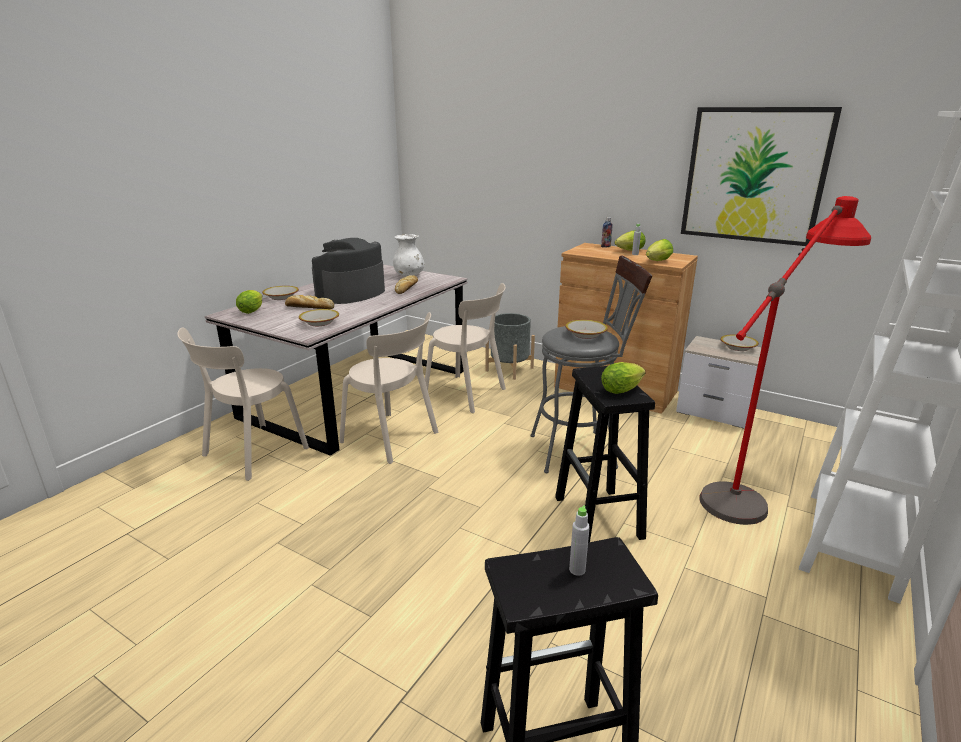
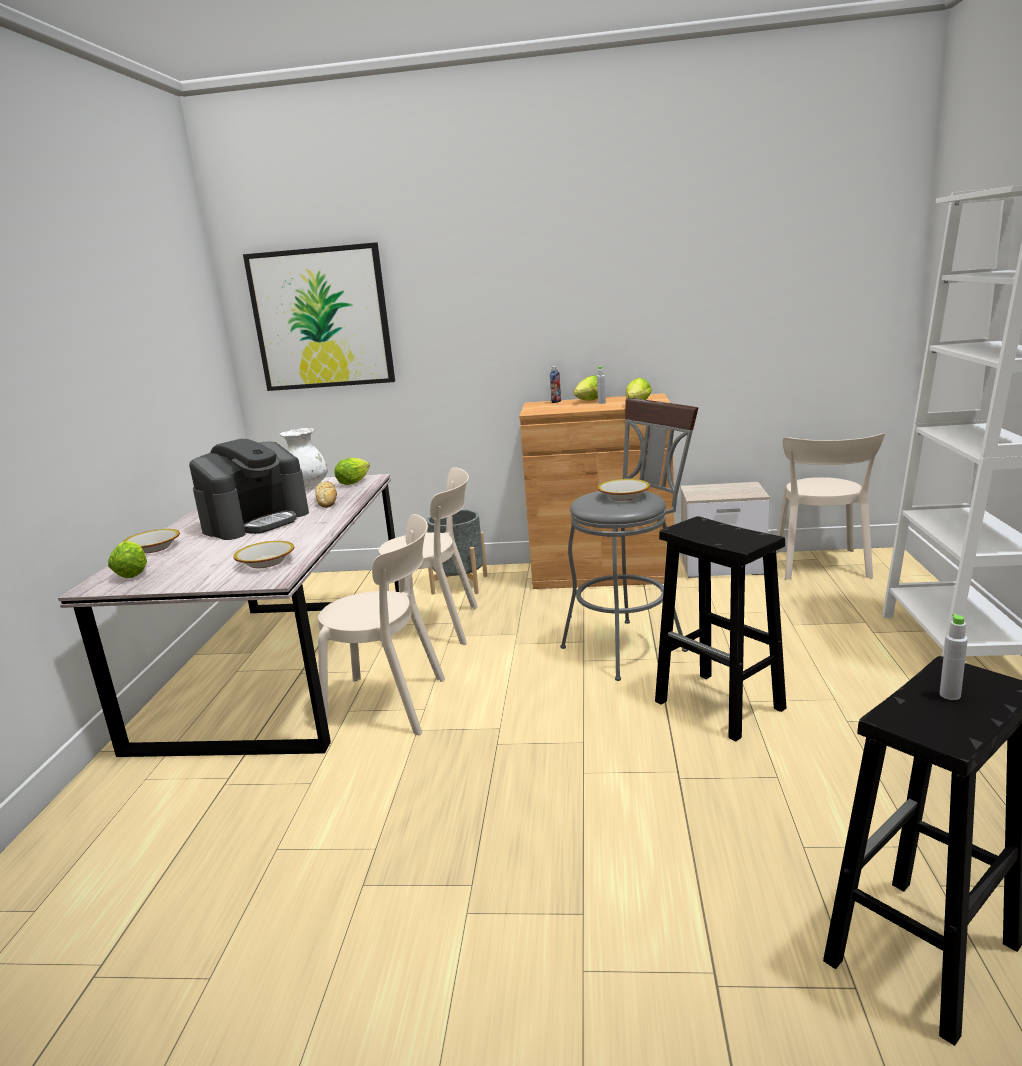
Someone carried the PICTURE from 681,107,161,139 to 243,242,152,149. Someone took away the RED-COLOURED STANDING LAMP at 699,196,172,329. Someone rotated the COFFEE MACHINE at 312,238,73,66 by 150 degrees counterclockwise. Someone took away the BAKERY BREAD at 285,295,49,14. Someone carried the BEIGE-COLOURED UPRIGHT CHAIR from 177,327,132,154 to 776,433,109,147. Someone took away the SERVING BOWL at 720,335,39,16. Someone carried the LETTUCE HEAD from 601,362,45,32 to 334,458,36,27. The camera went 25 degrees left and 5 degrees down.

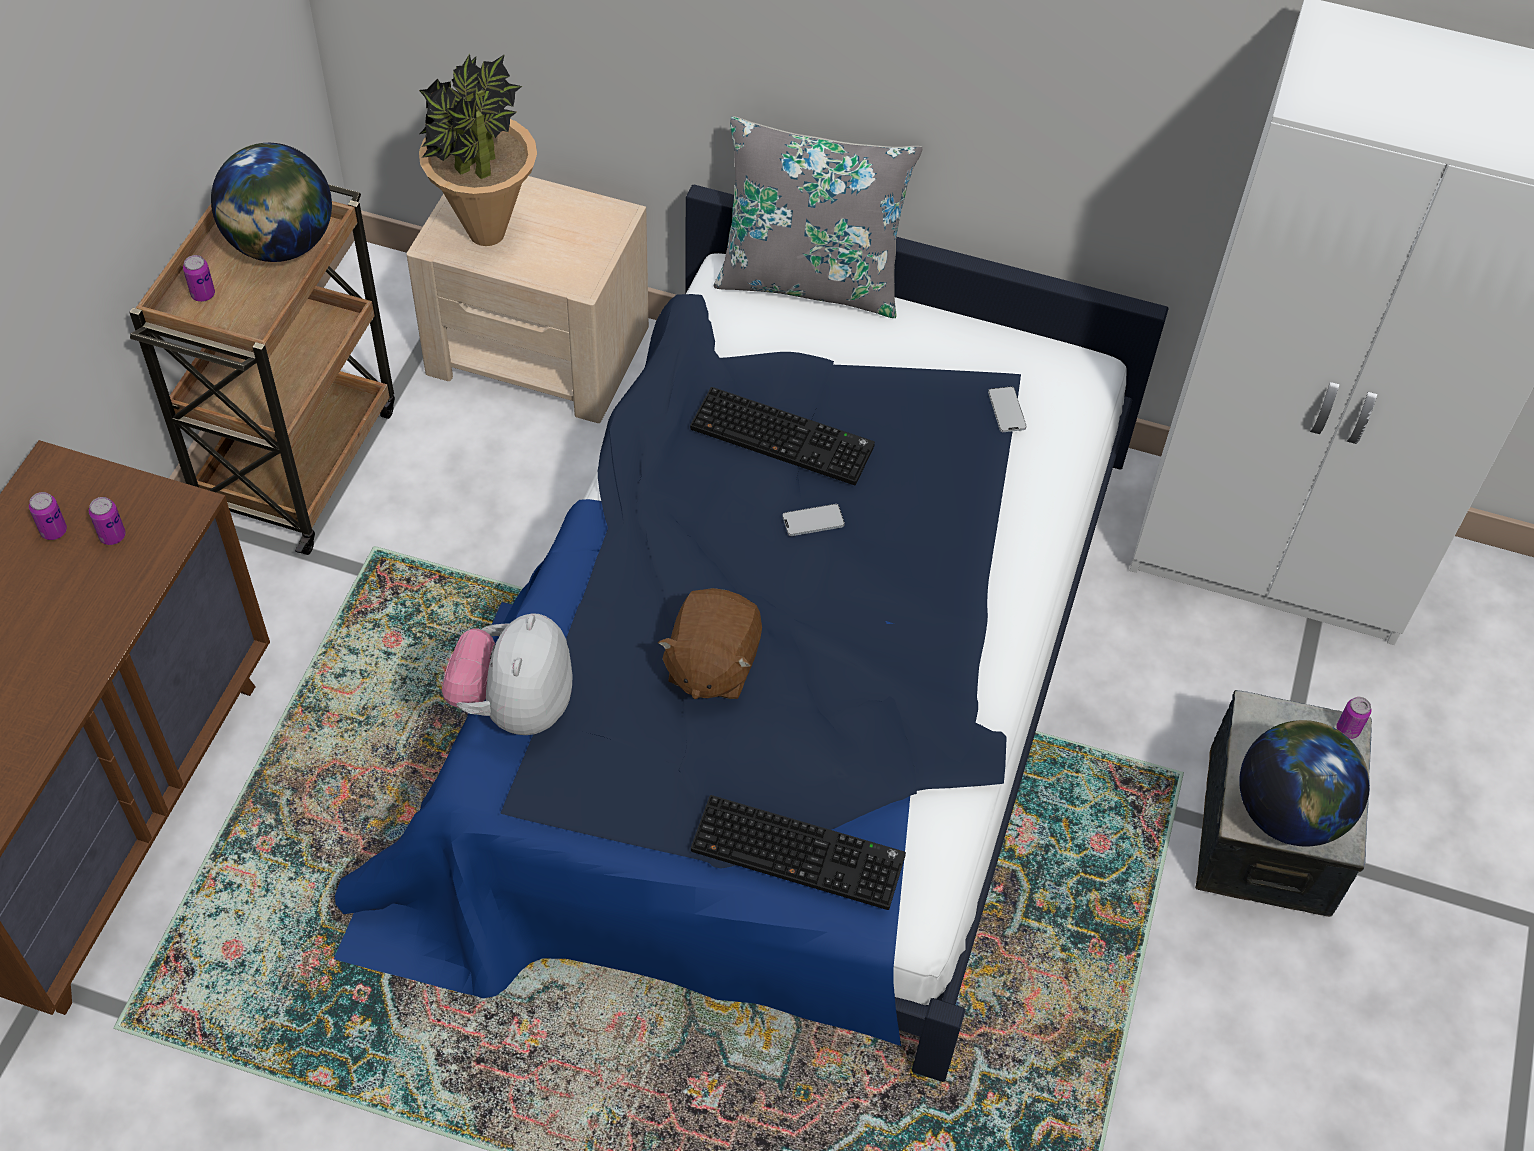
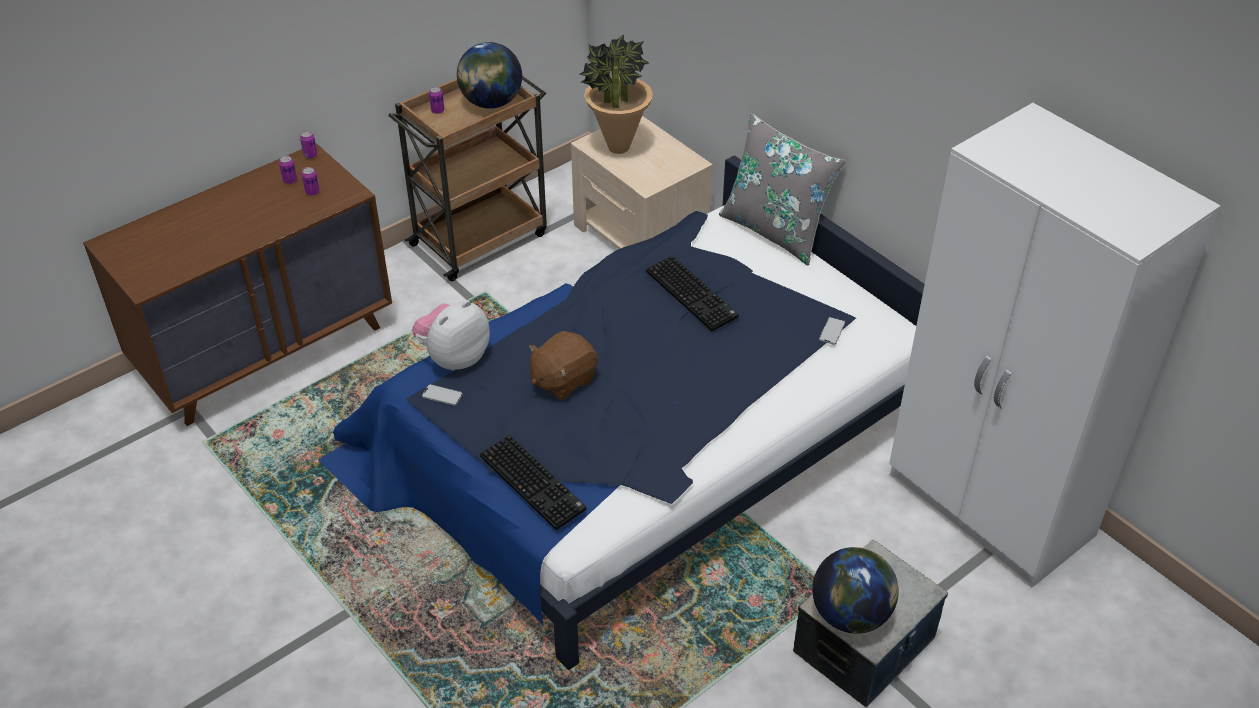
Someone carried the HANDSET from 782,504,63,32 to 422,384,41,22. Someone carried the METAL CAN from 1336,697,36,42 to 300,131,17,28. The camera went 35 degrees right and 10 degrees down.

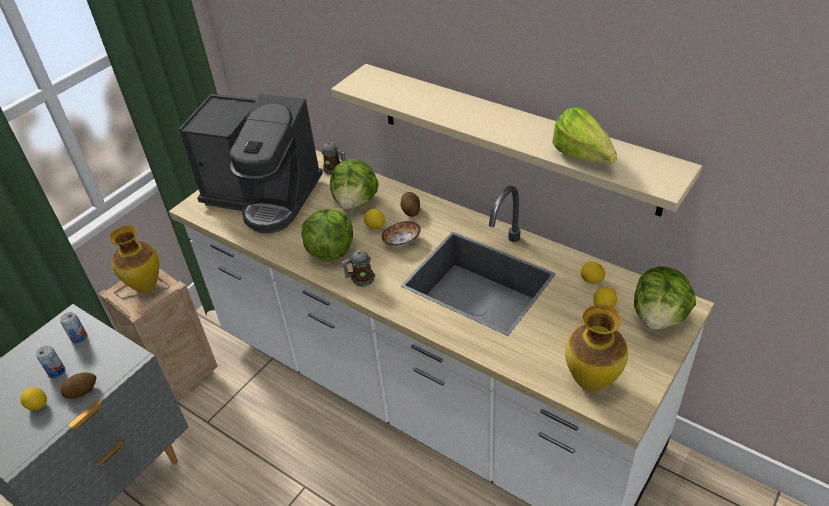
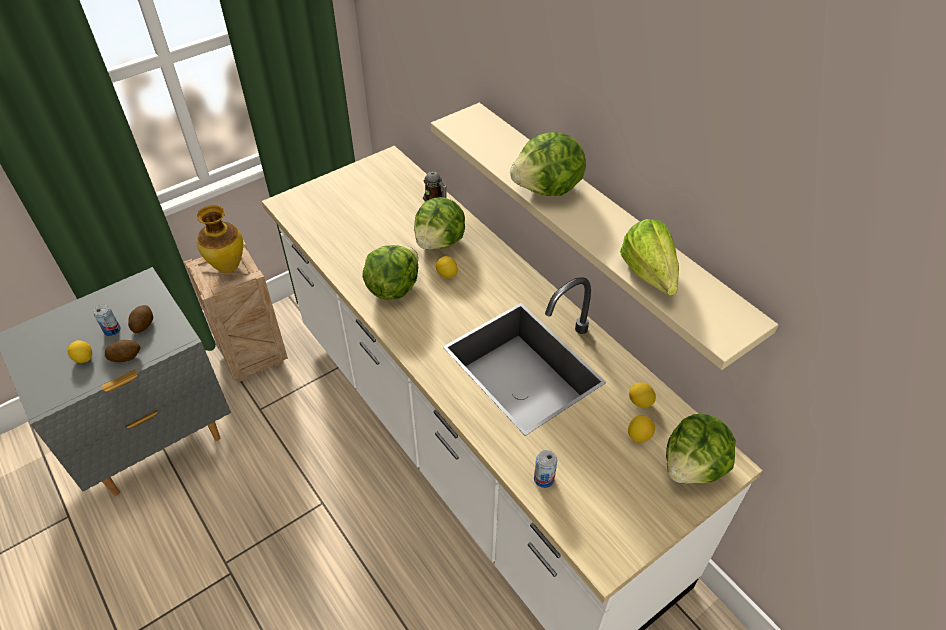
Someone took away the COFFEE MACHINE at 179,94,144,139. Someone carried the POTATO from 400,192,20,25 to 128,305,25,28. Someone took away the SERVING BOWL at 382,221,39,25. Someone took away the TEA MUG at 341,250,34,37. Someone took away the FLOWER VASE at 565,304,63,88. Someone carried the METAL CAN from 60,312,27,32 to 534,450,23,38. Someone put down the LETTUCE HEAD at 510,132,76,64. The camera went 15 degrees right and 5 degrees up.

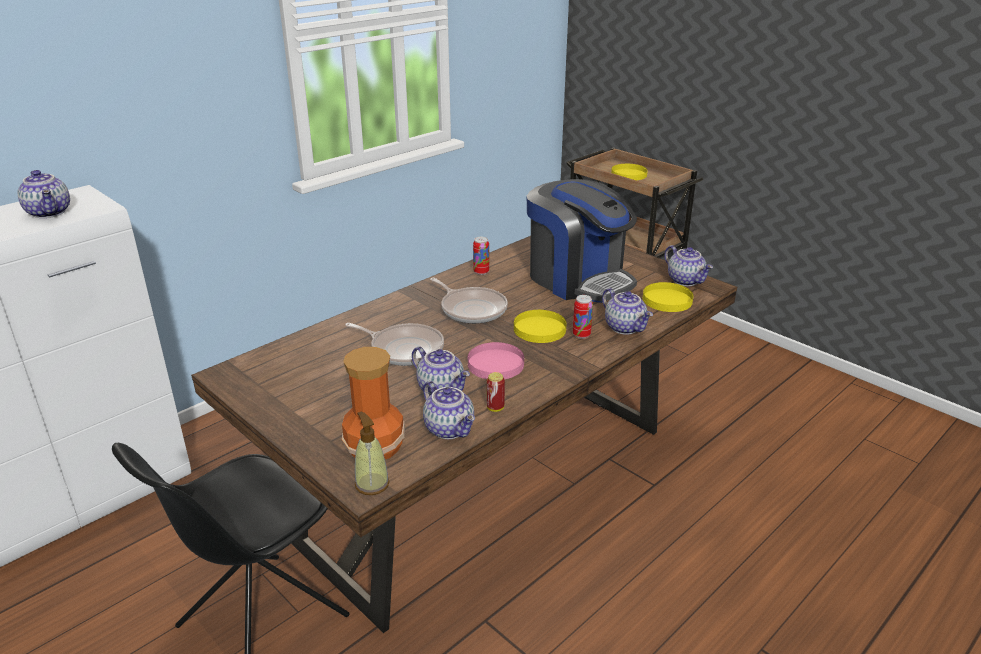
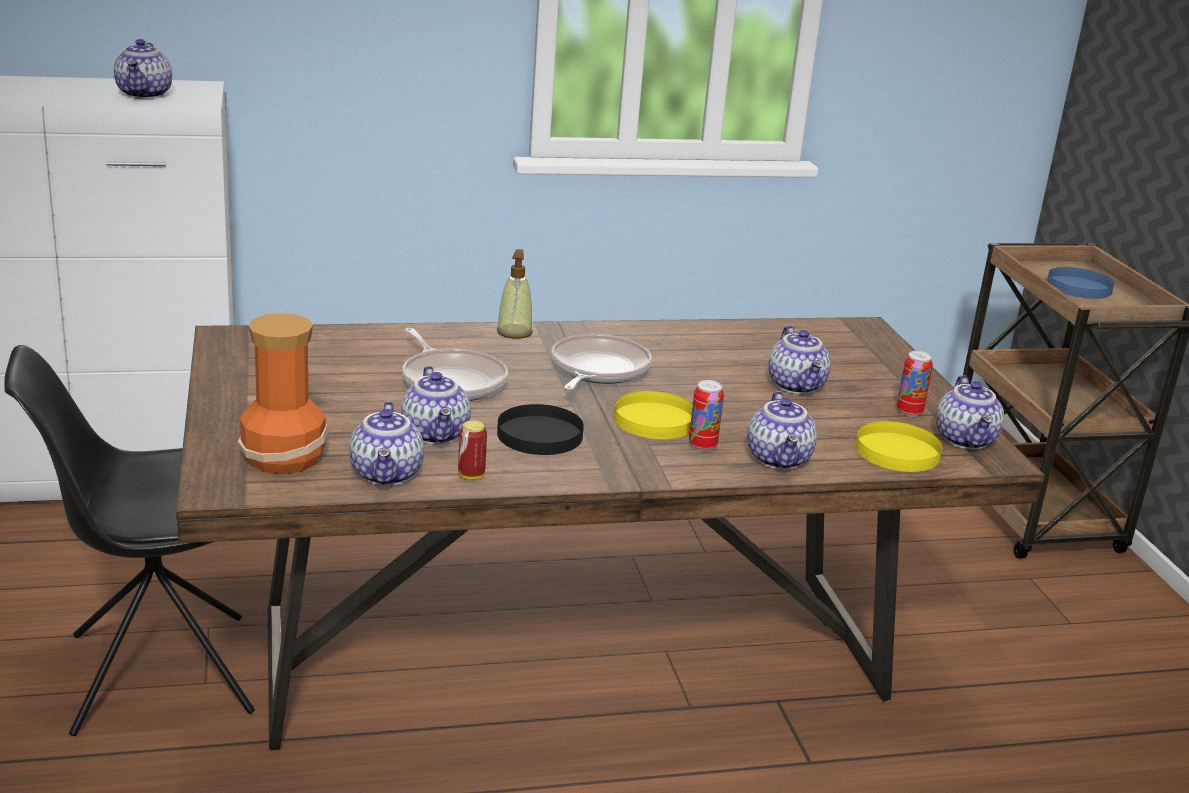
Someone repainted the YELLOW-COLOURED FLAT DISH at 611,164,37,16, which became the BLUE FLAT DISH at 1047,267,67,32. Someone swapped the COFFEE MACHINE at 526,179,111,124 for the POT FOR TEA at 768,326,63,68. Someone carried the METAL CAN from 473,237,16,38 to 897,351,36,66. Someone rotated the PAN at 430,278,78,46 by 150 degrees counterclockwise. Someone repainted the PINKISH FLAT DISH at 468,342,56,37, which became the BLACK FLAT DISH at 497,404,87,51. Someone carried the SOAP BOTTLE from 355,412,35,83 to 497,249,36,90. The camera went 30 degrees right and 5 degrees down.

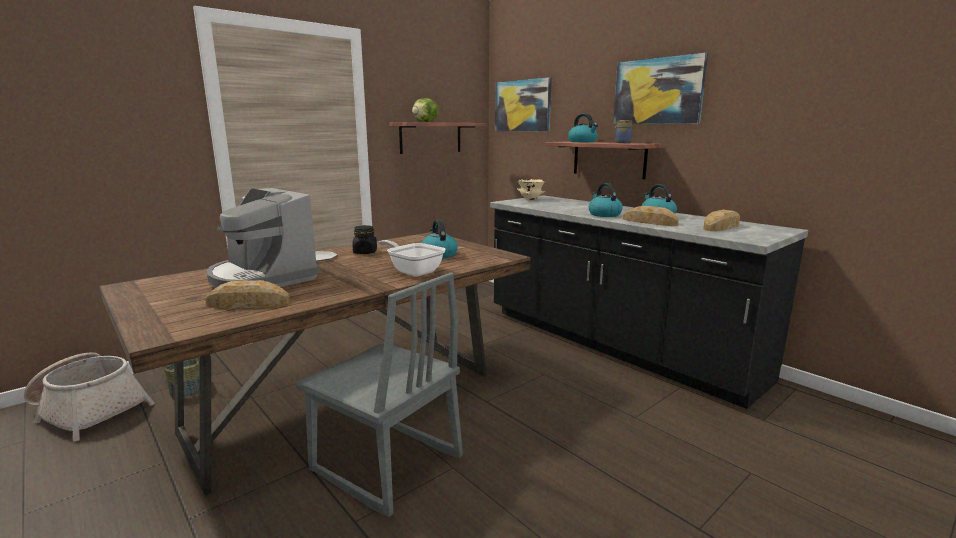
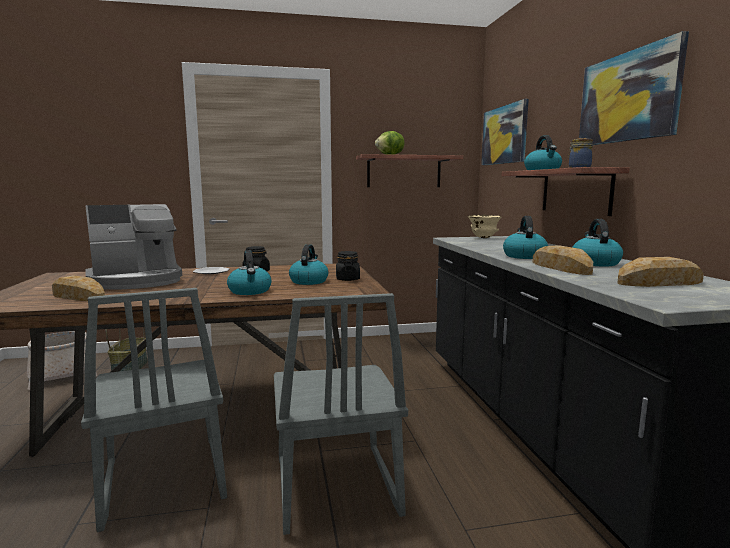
Someone rotated the COFFEE MACHINE at 206,188,114,100 by 105 degrees counterclockwise. Someone swapped the PAN at 378,240,68,36 for the TEA KETTLE at 227,250,44,45. Someone put down the BLACK PRESERVE JAR at 336,251,24,30. Someone put down the GREYISH UPRIGHT CHAIR at 274,293,134,242. The camera went 30 degrees right and 5 degrees down.

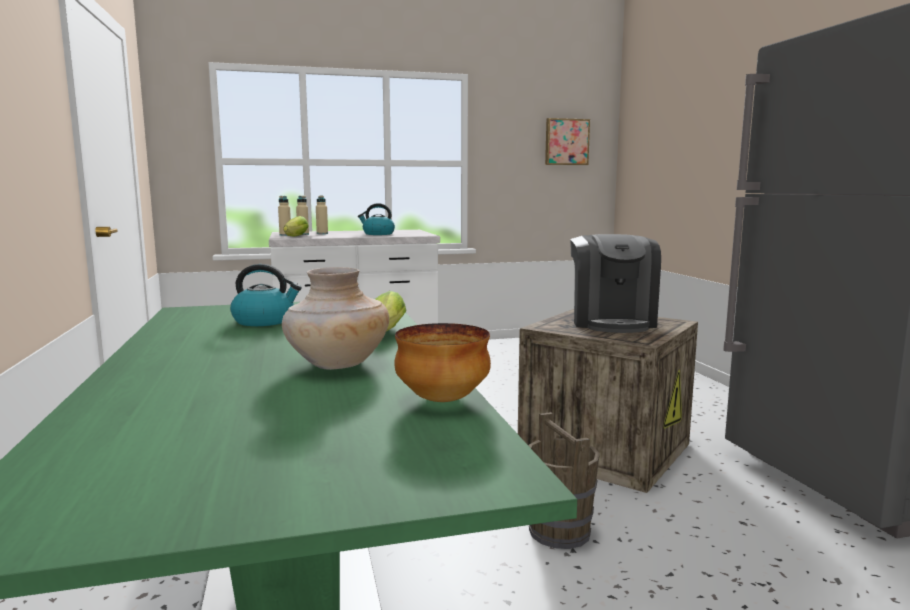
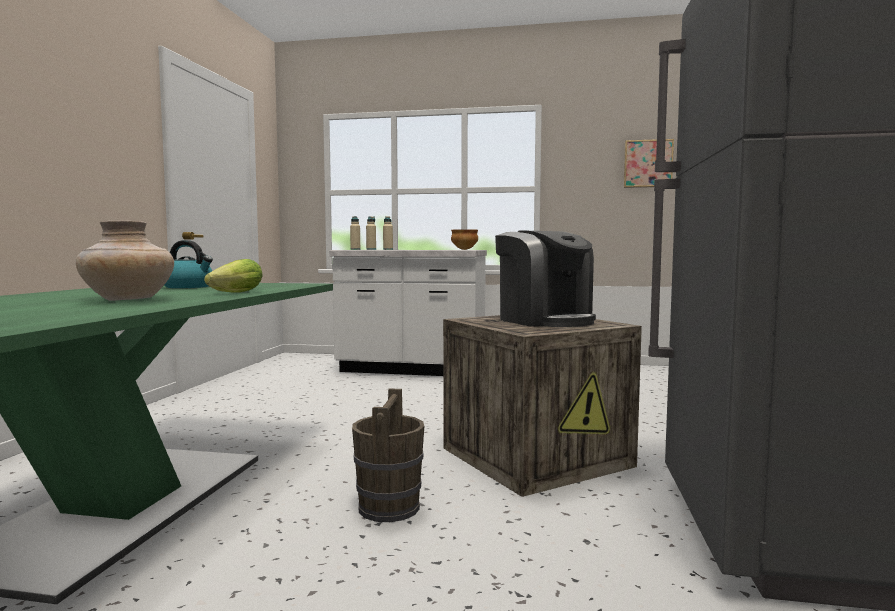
Someone took away the TEA KETTLE at 358,203,37,32. Someone took away the LETTUCE HEAD at 283,216,26,20. Someone rotated the COFFEE MACHINE at 570,234,91,99 by 60 degrees counterclockwise. Someone carried the SERVING BOWL from 394,323,97,79 to 451,229,27,21. The camera went 25 degrees right and 5 degrees down.

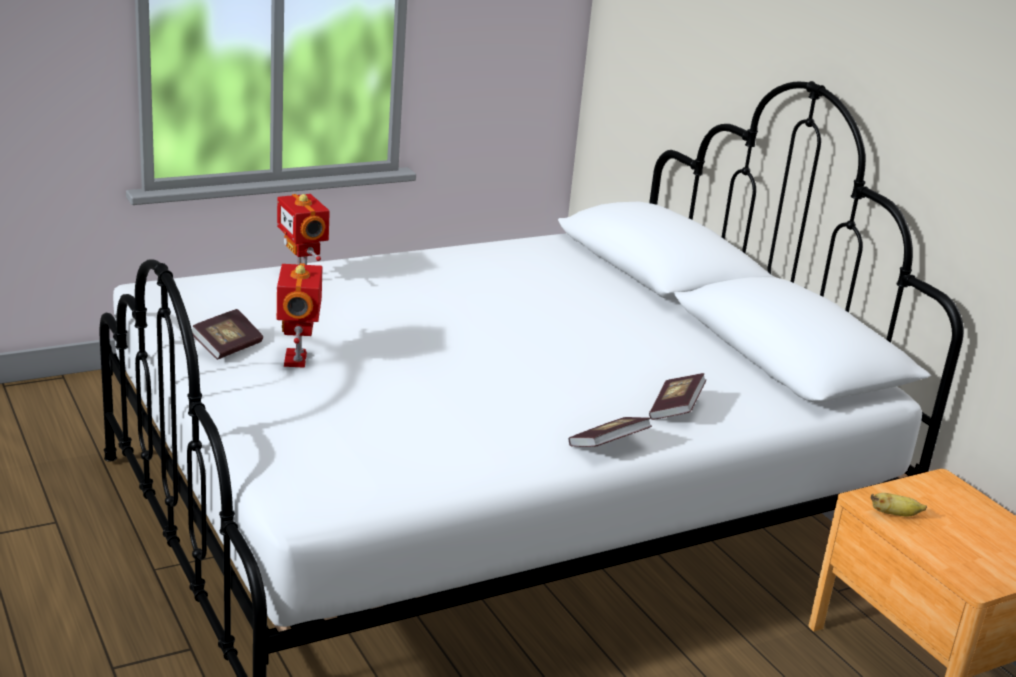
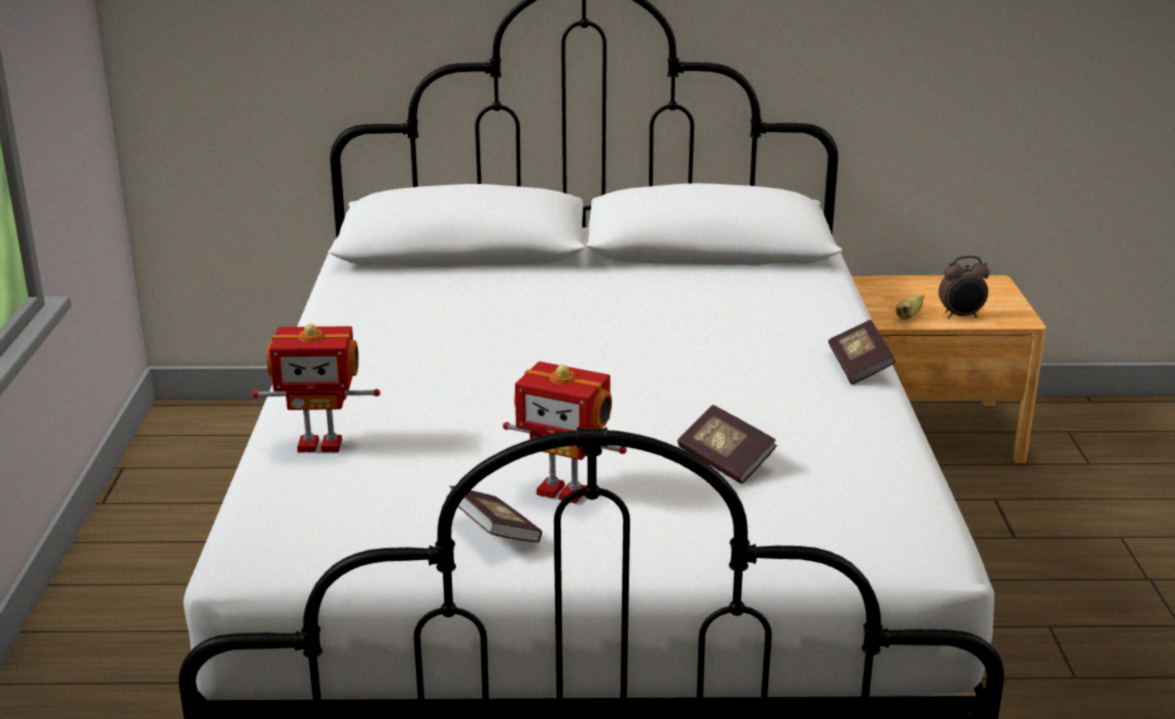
Someone carried the BOUND BOOK from 649,373,57,47 to 677,405,100,79. Someone put down the ALARM CLOCK at 939,255,51,64. The camera went 60 degrees left and 0 degrees up.

